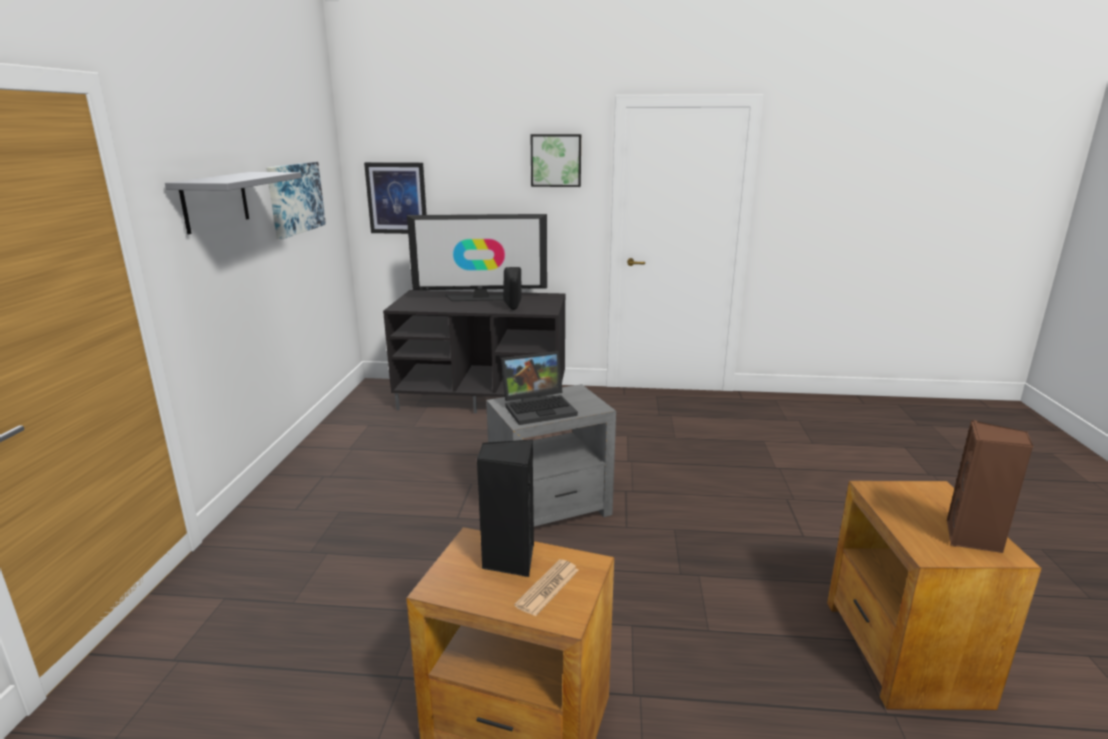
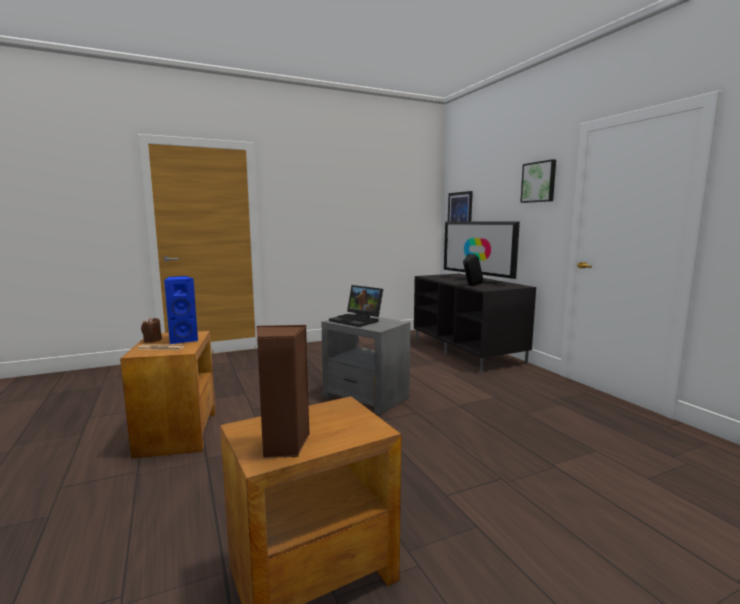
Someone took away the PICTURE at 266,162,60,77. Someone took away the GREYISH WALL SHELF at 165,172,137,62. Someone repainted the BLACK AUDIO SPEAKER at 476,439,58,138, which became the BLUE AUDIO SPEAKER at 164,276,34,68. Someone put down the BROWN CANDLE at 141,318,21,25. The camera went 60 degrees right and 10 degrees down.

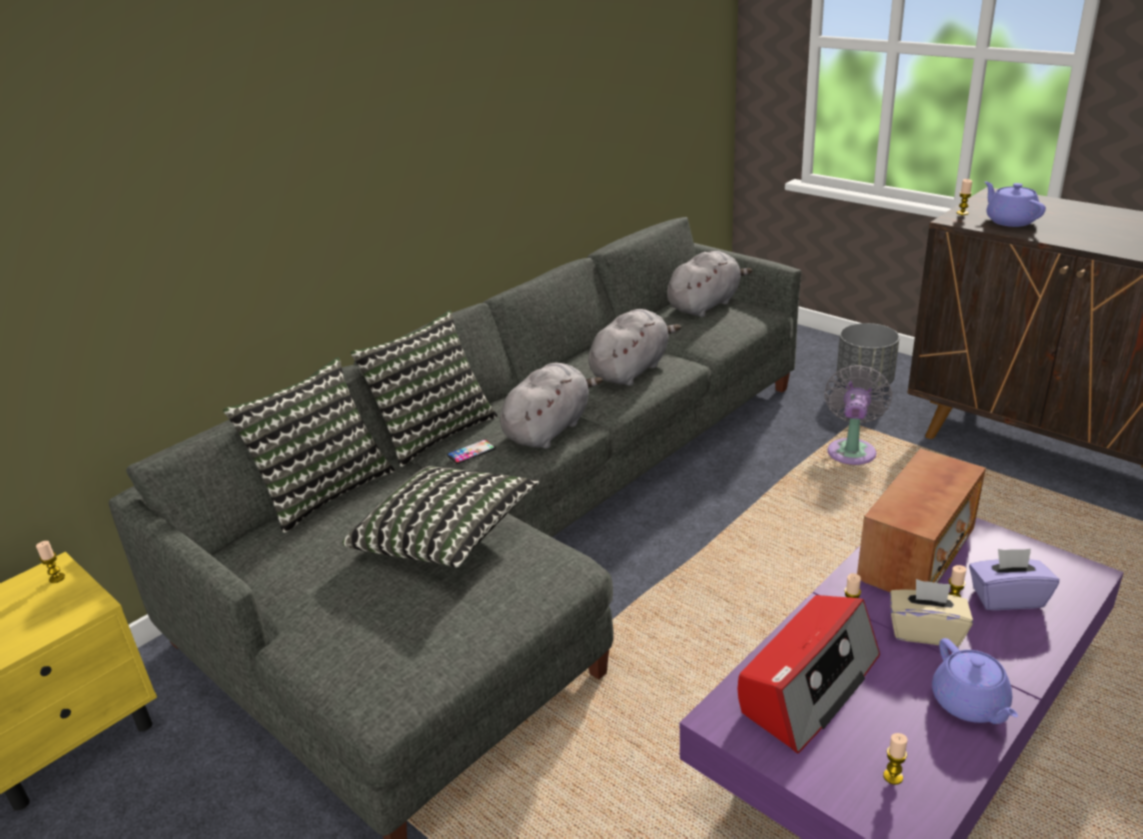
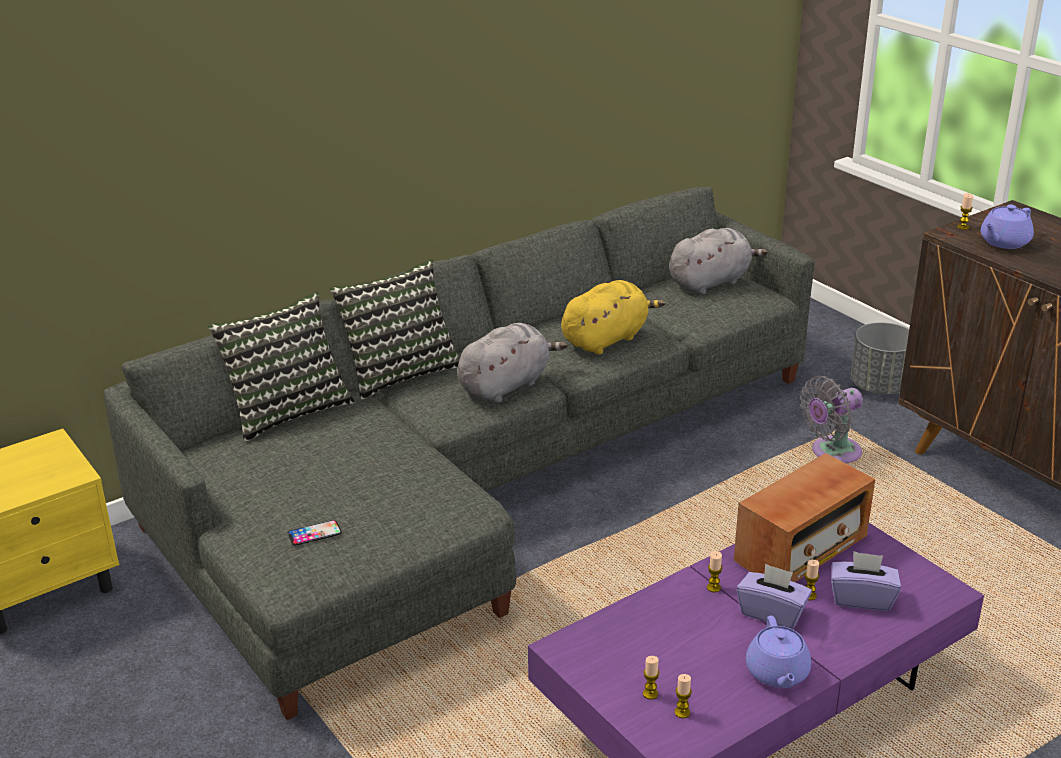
Someone rotated the PURPLE POT FOR TEA at 985,182,61,45 by 120 degrees counterclockwise. Someone repainted the GREYISH CUDDLY TOY at 589,309,92,77, which became the YELLOW-COLOURED CUDDLY TOY at 561,280,104,75. Someone rotated the GREYISH ELECTRIC FAN at 824,365,68,100 by 150 degrees counterclockwise. Someone carried the HANDSET from 447,439,49,25 to 288,520,54,26. Someone took away the PILLOW at 342,466,197,102. Someone carried the CANDLE from 36,541,29,42 to 643,656,17,43. Someone repainted the BEIGE-COLOURED TISSUE BOX at 890,579,83,68, which became the PURPLE TISSUE BOX at 736,563,76,66. Someone took away the RADIO at 738,595,142,159. The camera went 10 degrees right and 0 degrees up.

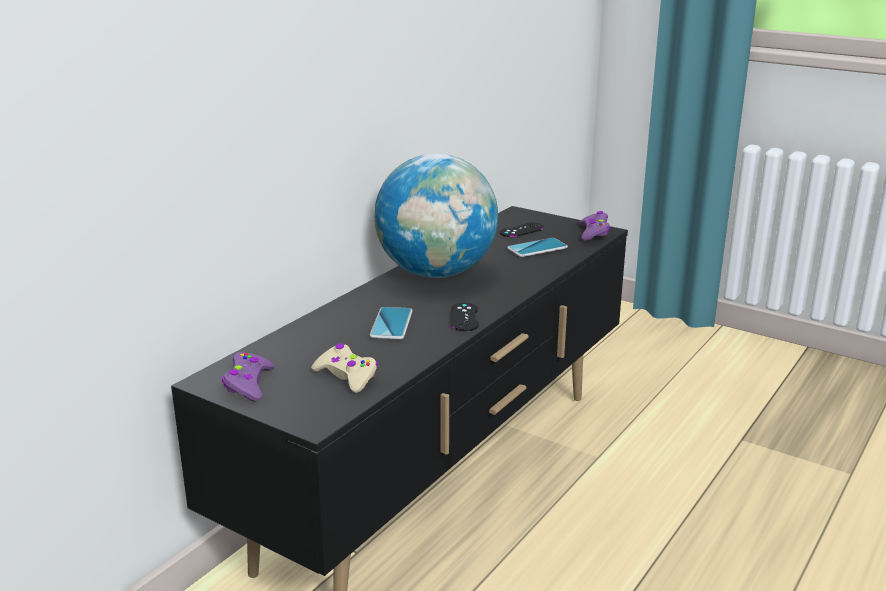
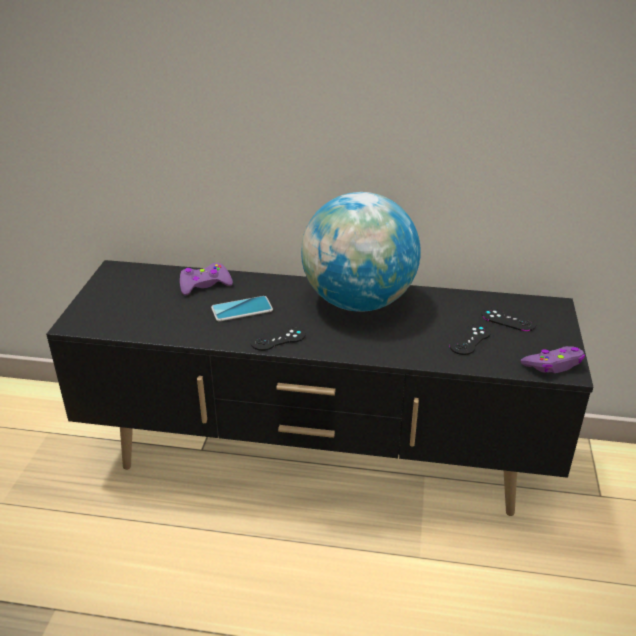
Someone swapped the HANDSET at 507,238,61,19 for the BLACK GAMEPAD at 449,324,42,31. Someone took away the BEIGE-COLOURED GAMEPAD at 311,343,67,50. Someone carried the PURPLE GAMEPAD from 222,352,52,49 to 180,263,53,32. The camera went 65 degrees right and 10 degrees up.

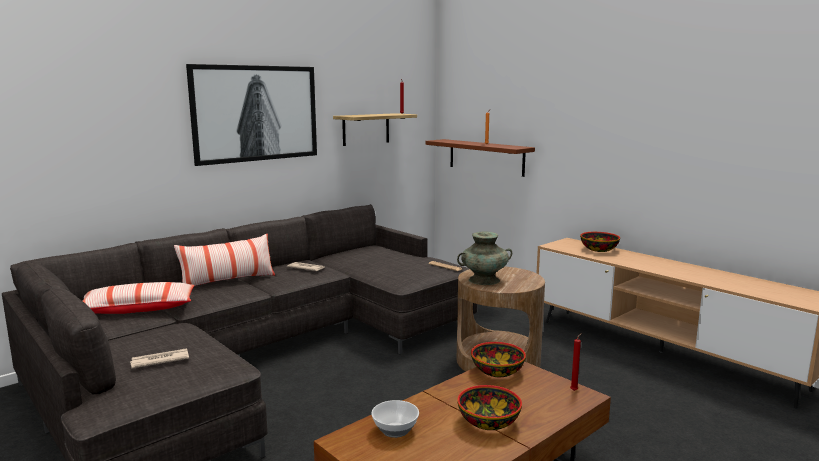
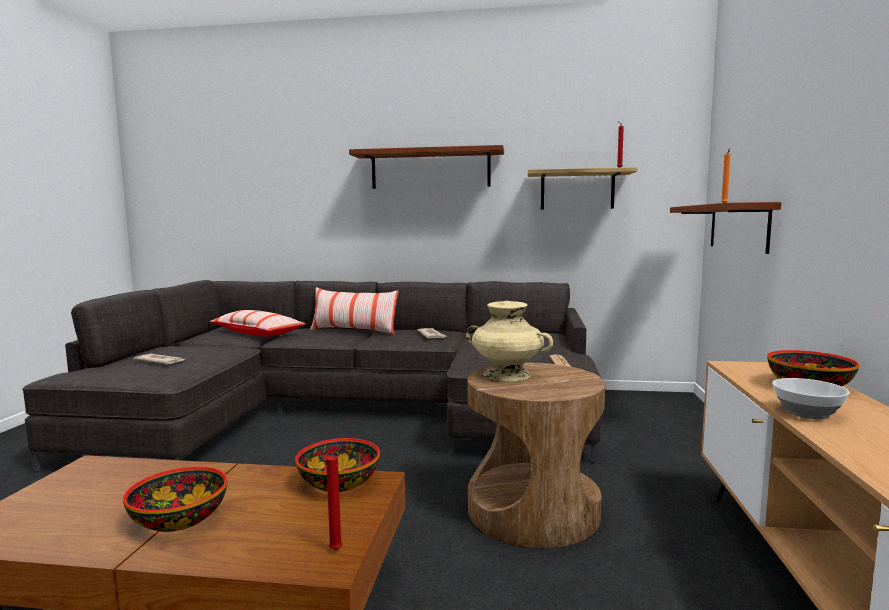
Someone swapped the PICTURE at 186,64,131,102 for the BROWN WALL SHELF at 349,145,155,44. Someone repainted the TURQUOISE-COLOURED FLOWER VASE at 457,231,55,54, which became the BEIGE-COLOURED FLOWER VASE at 466,301,87,81. Someone carried the SERVING BOWL from 371,400,48,38 to 772,378,78,41. The camera went 50 degrees right and 5 degrees down.

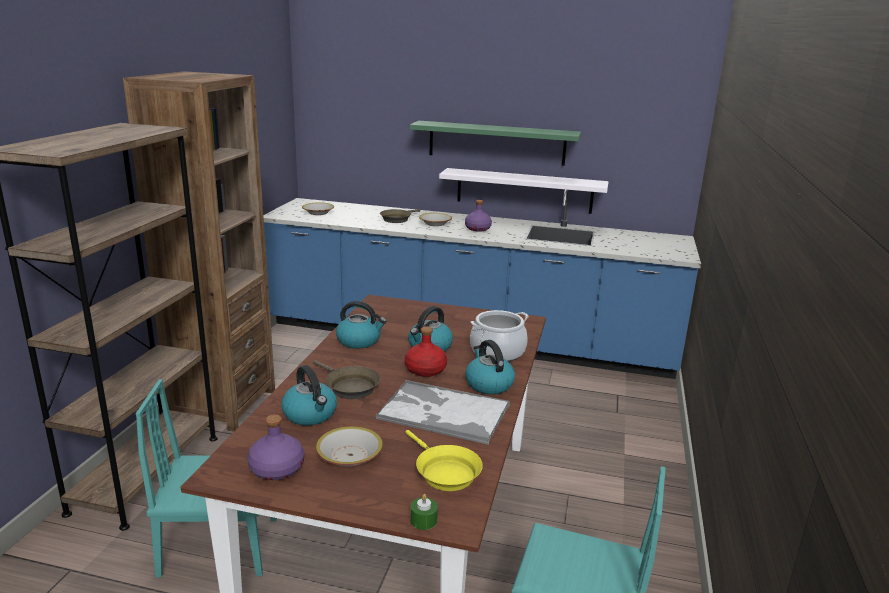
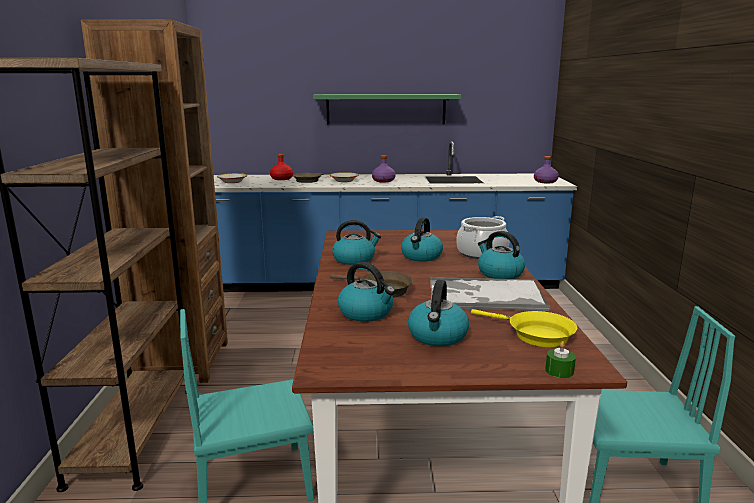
Someone took away the WHITISH WALL SHELF at 439,168,170,46. Someone carried the RED-COLOURED BEVERAGE BOTTLE from 405,326,42,51 to 270,154,23,26. Someone carried the PURPLE BEVERAGE BOTTLE from 247,414,57,66 to 534,156,25,27. Someone swapped the SERVING BOWL at 316,426,67,41 for the TEA KETTLE at 408,280,61,66. The camera went 15 degrees left and 5 degrees down.

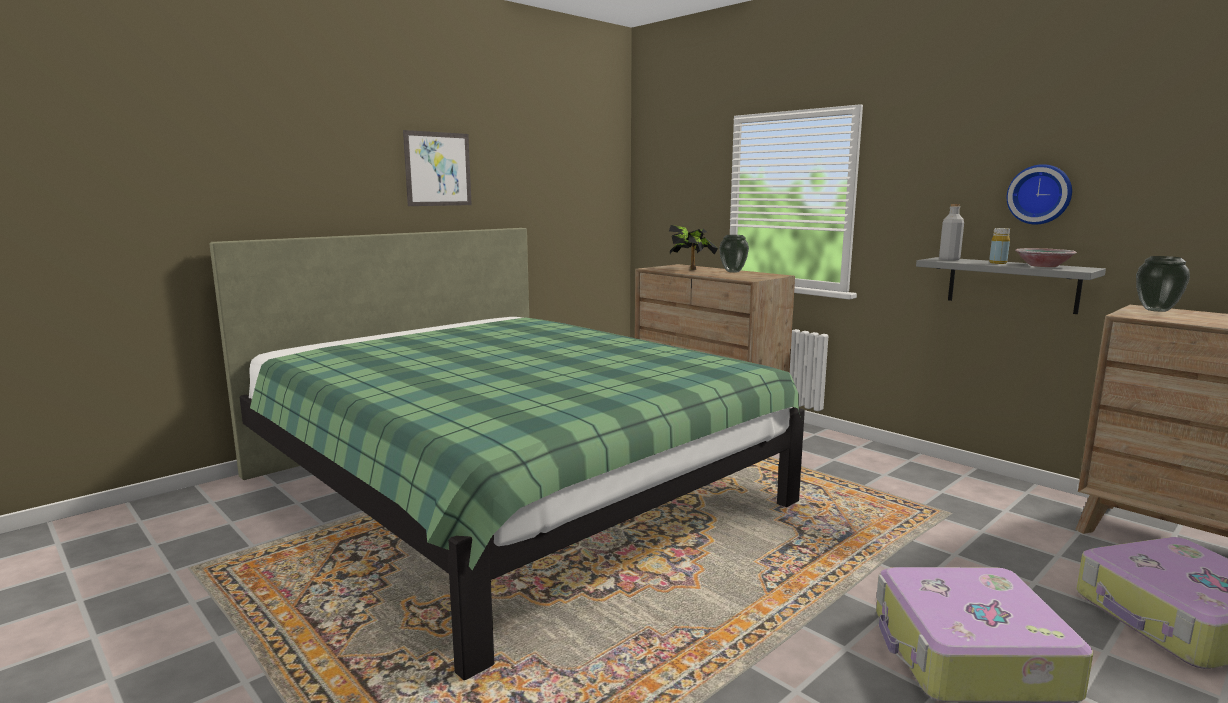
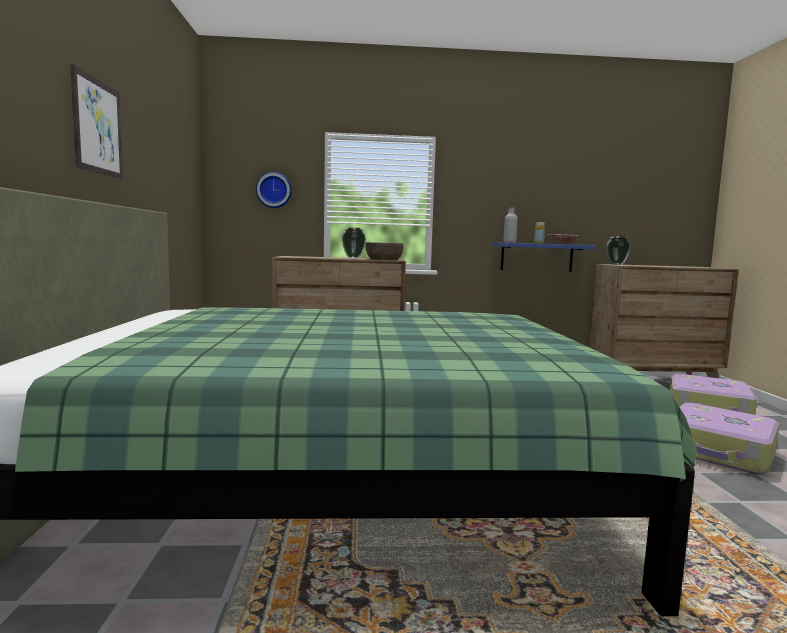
Someone carried the CLOCK ON THE WALL from 1007,164,65,60 to 256,172,36,36. Someone took away the PLANT IN A POT at 669,225,49,45. Someone repainted the GREYISH WALL SHELF at 916,257,190,57, which became the BLUE WALL SHELF at 492,242,104,30. Someone put down the BROWN SERVING BOWL at 365,242,38,18. The camera went 50 degrees left and 5 degrees down.

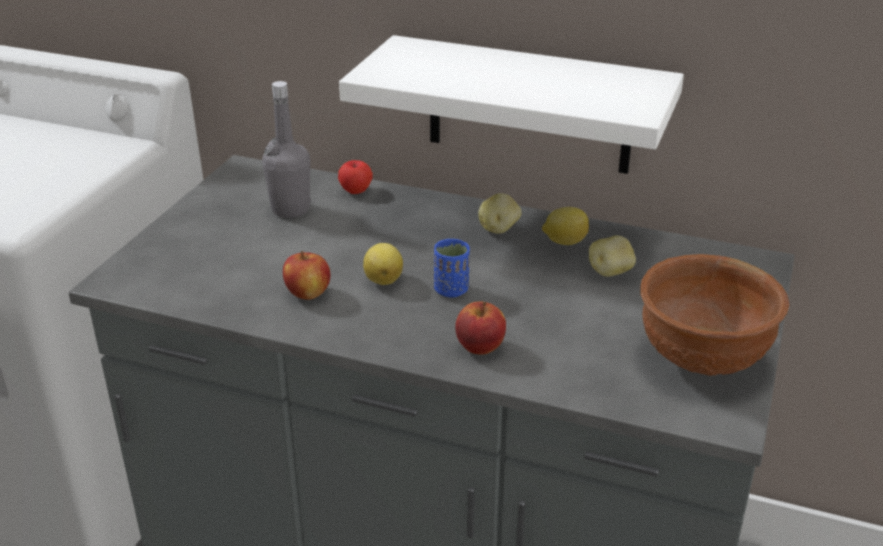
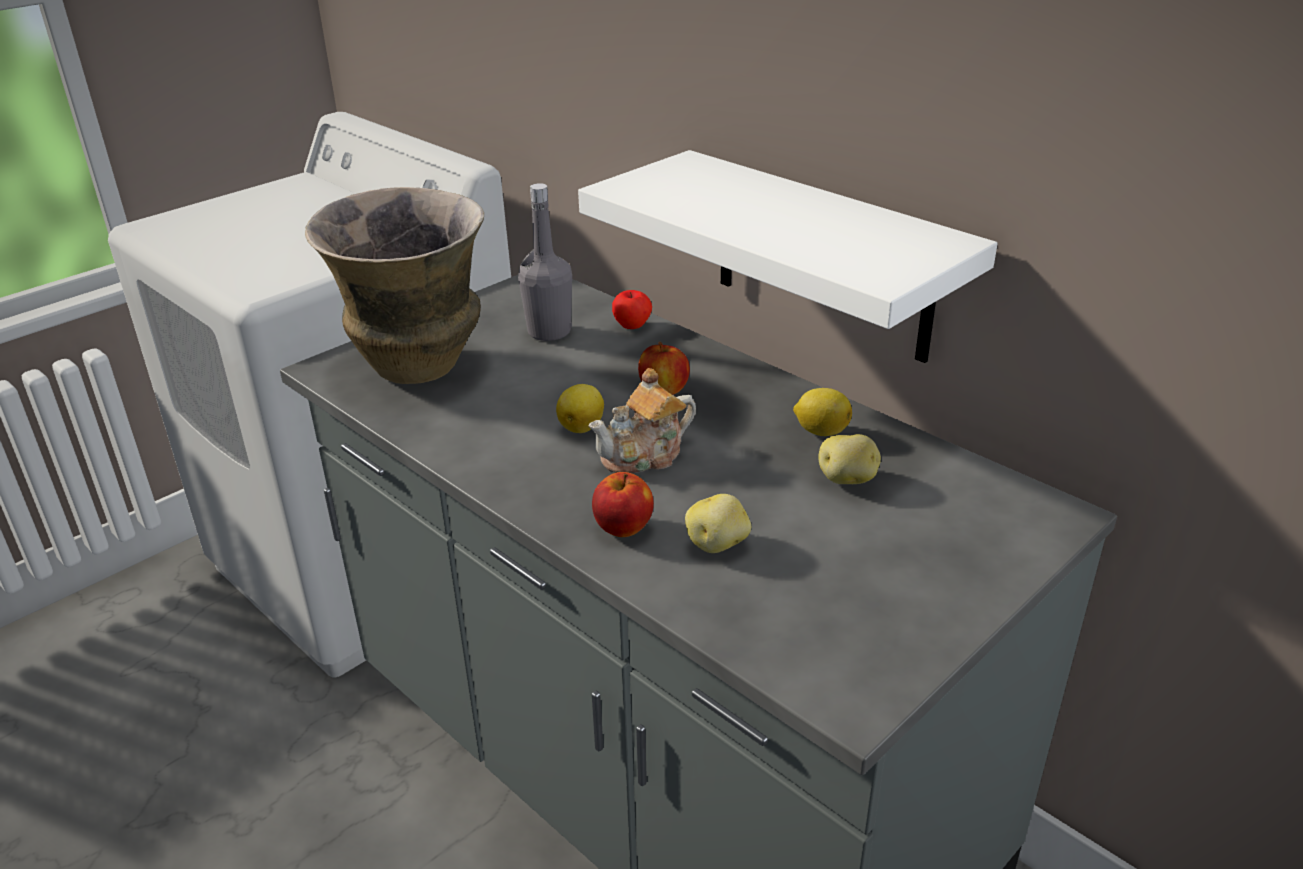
Someone carried the POTATO from 478,193,44,41 to 685,494,66,59. Someone swapped the BLUE CUP at 434,239,36,58 for the POT FOR TEA at 588,368,108,105. Someone carried the WHOLE APPLE from 283,251,48,49 to 638,342,52,53. Someone took away the BROWN SERVING BOWL at 640,254,149,122. Someone put down the FLOWER VASE at 305,187,179,197. The camera went 25 degrees right and 0 degrees up.

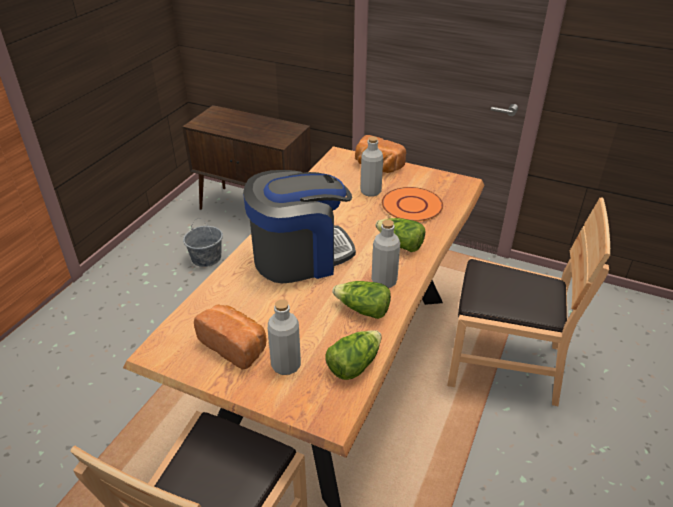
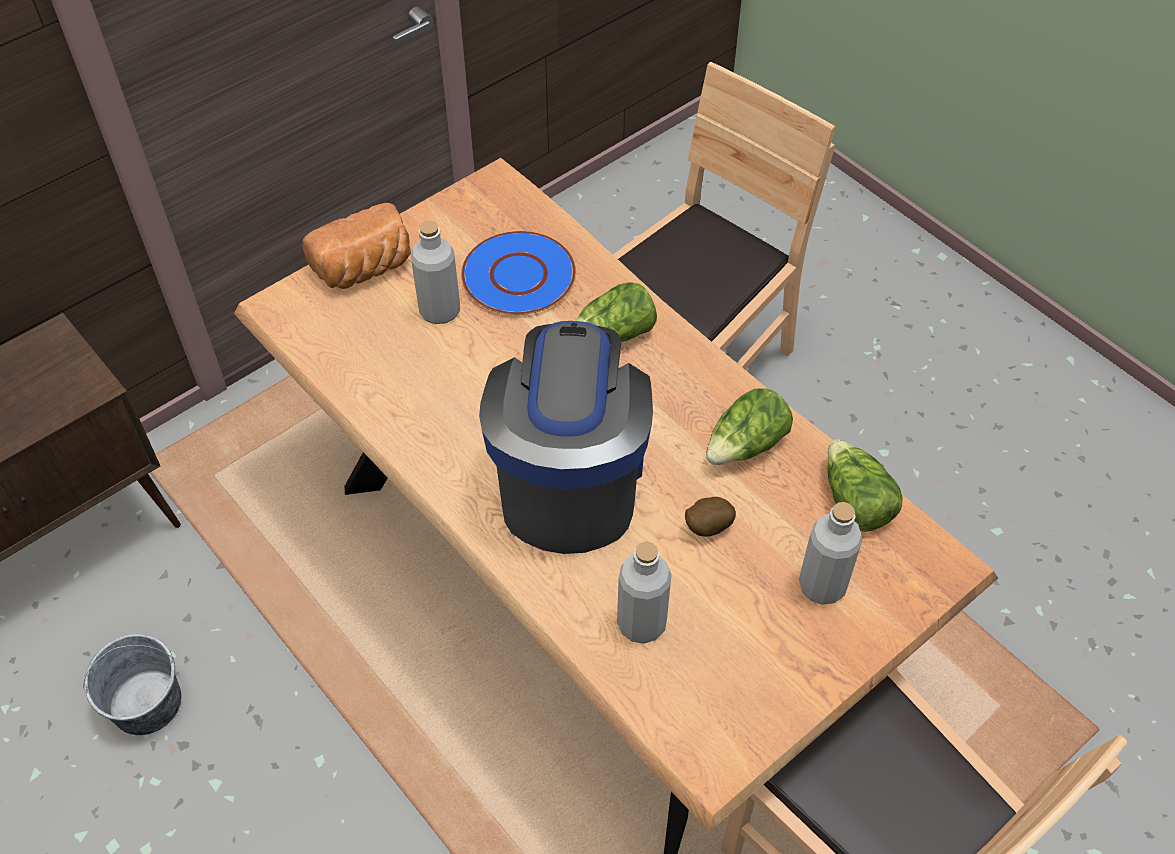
Someone repainted the ORANGE-COLOURED FLAT DISH at 382,187,61,35, which became the BLUE FLAT DISH at 461,231,115,84. Someone carried the GREYISH BEVERAGE BOTTLE from 371,220,29,68 to 617,541,55,103. Someone took away the BAKERY BREAD at 194,304,72,65. Someone put down the POTATO at 685,497,51,40. The camera went 65 degrees left and 15 degrees up.

